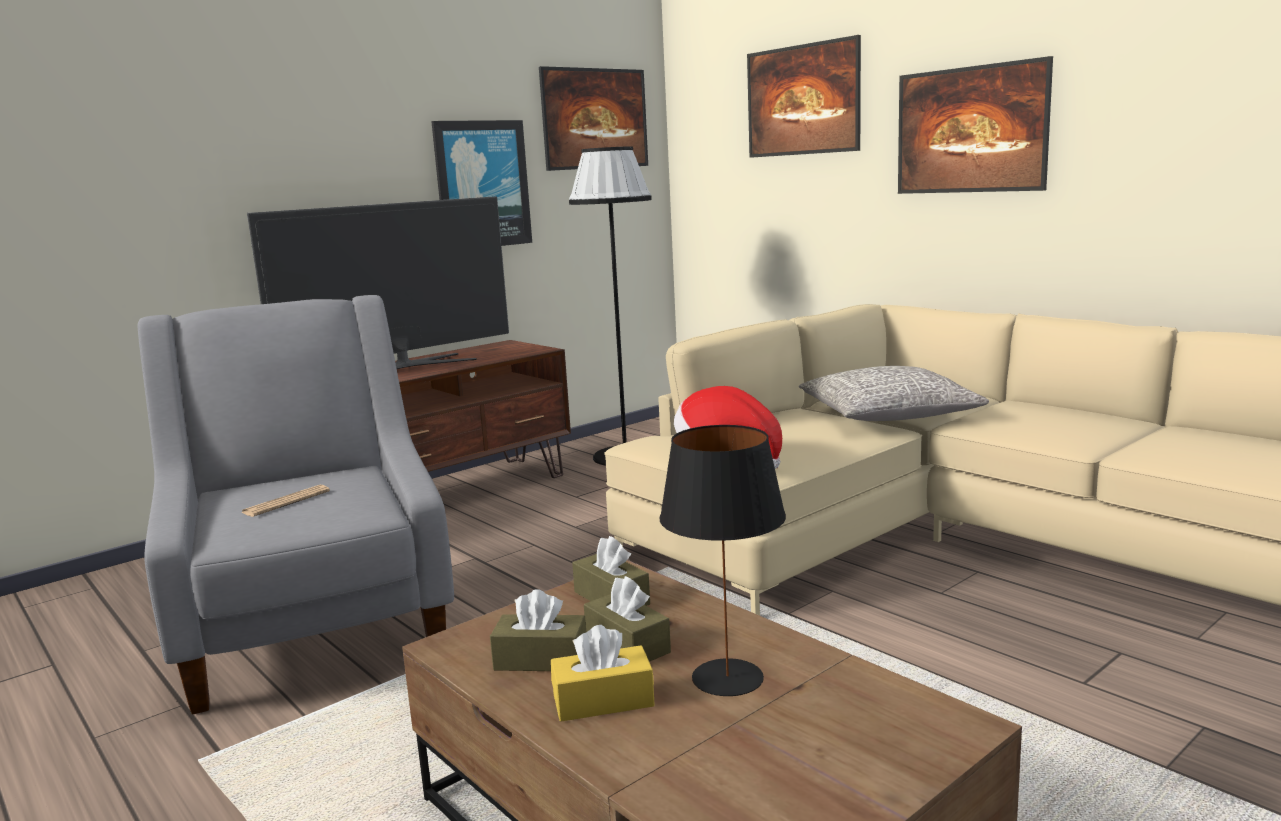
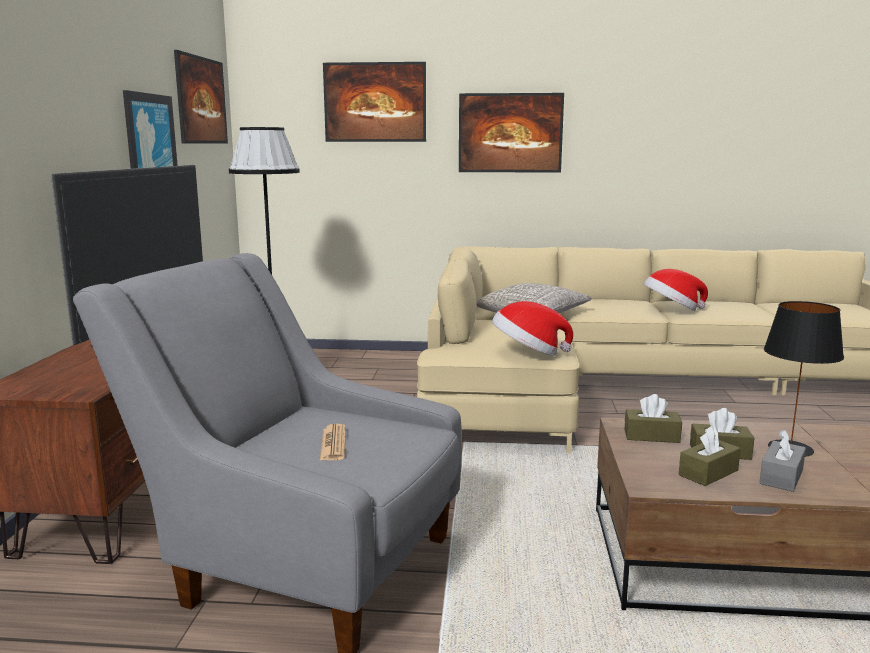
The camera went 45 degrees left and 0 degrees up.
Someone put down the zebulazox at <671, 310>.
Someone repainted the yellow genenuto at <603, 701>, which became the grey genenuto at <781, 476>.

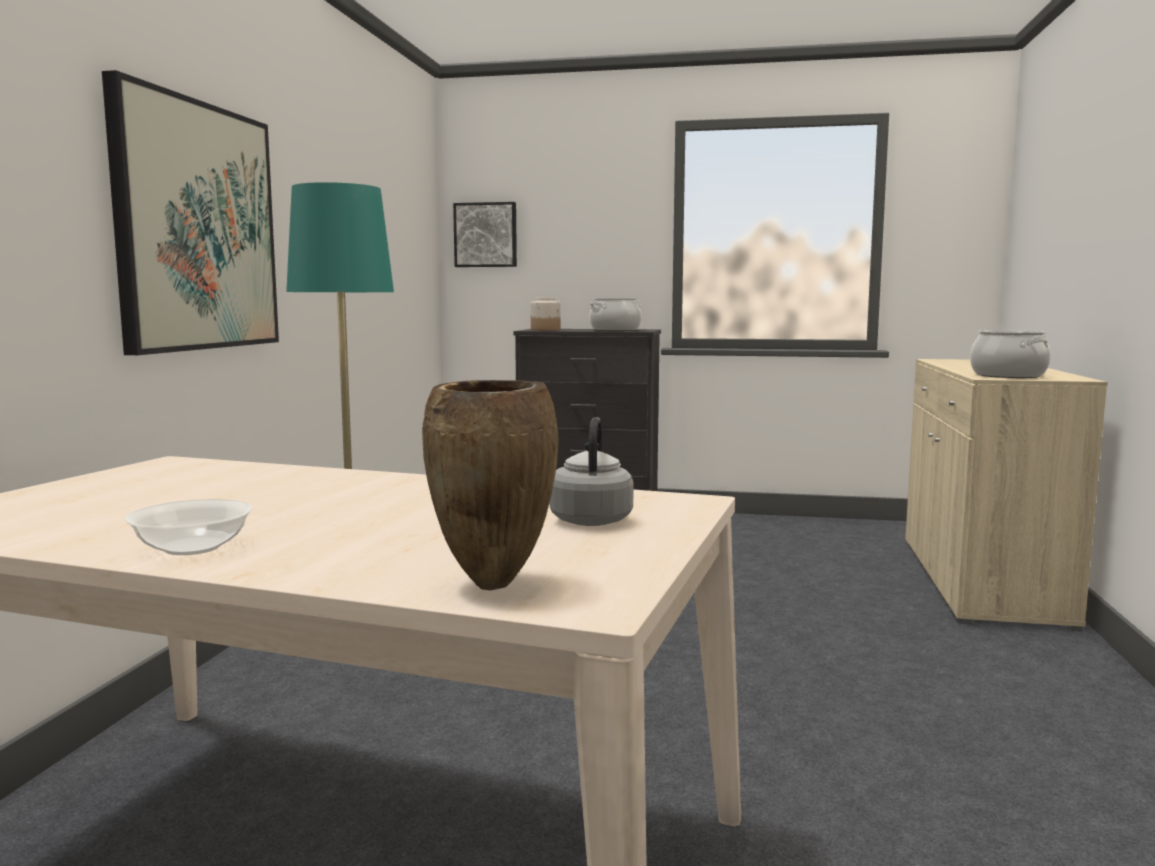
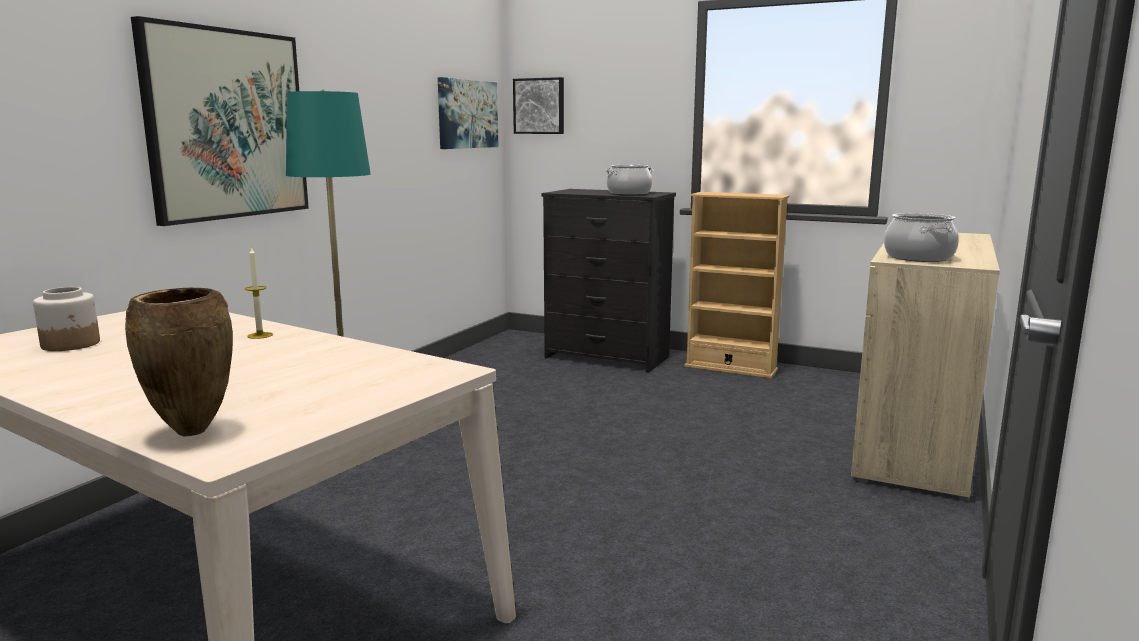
The camera went 15 degrees right and 5 degrees up.
Someone carried the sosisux from <546, 330> to <71, 344>.
Someone put down the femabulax at <260, 335>.
Someone put up the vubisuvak at <467, 114>.
Someone put down the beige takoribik at <730, 368>.
Someone took away the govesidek at <192, 548>.
Someone took away the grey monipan at <591, 519>.

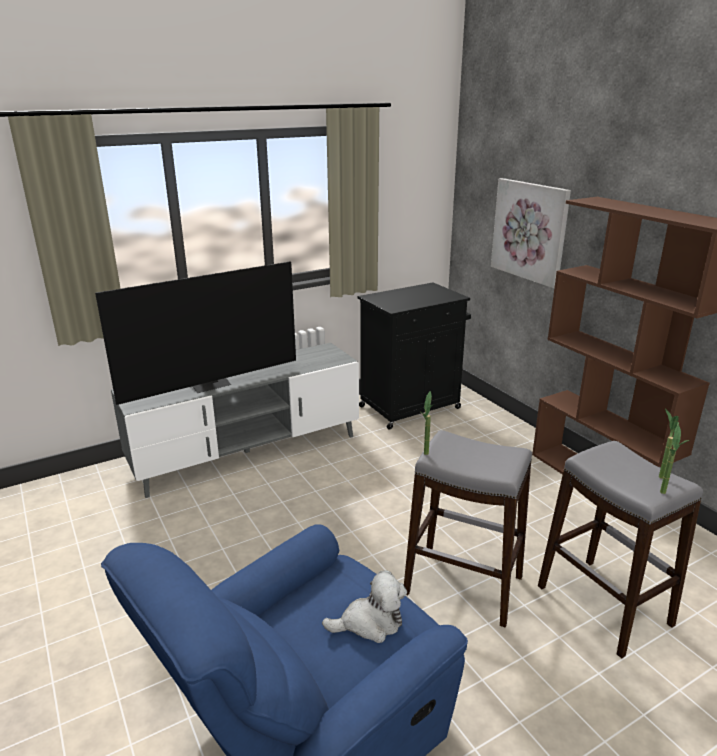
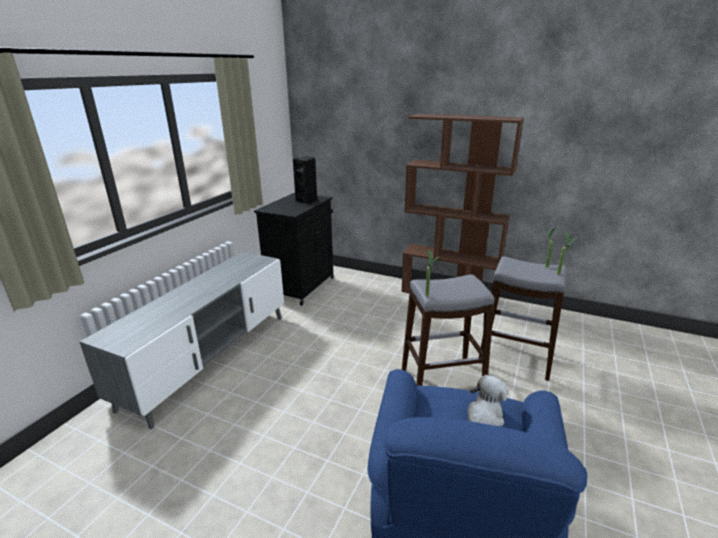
The camera went 35 degrees left and 0 degrees up.
Someone put down the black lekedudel at <307, 201>.
Someone took away the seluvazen at <210, 384>.
Someone took away the vubisuvak at <530, 231>.

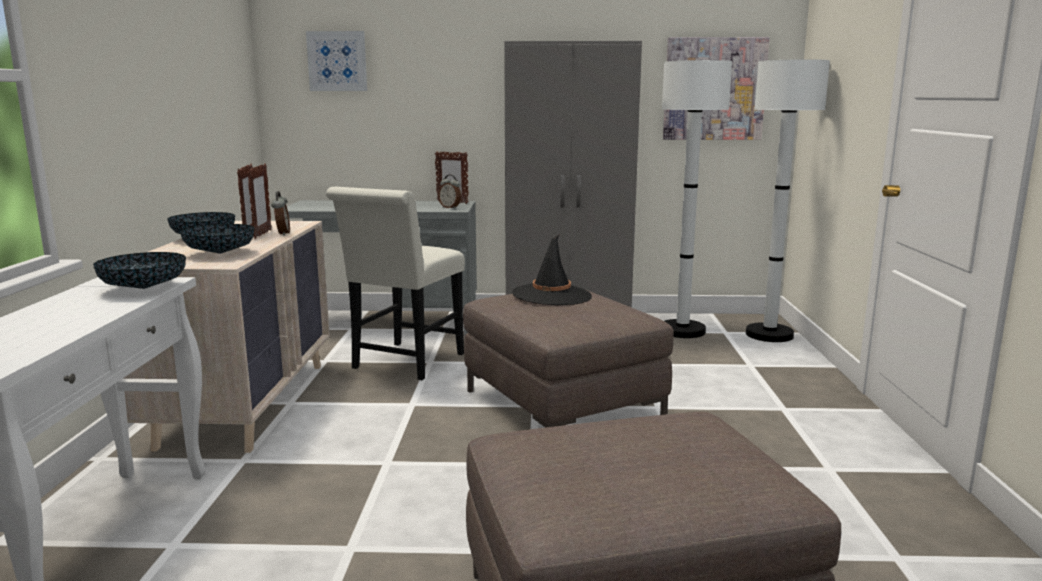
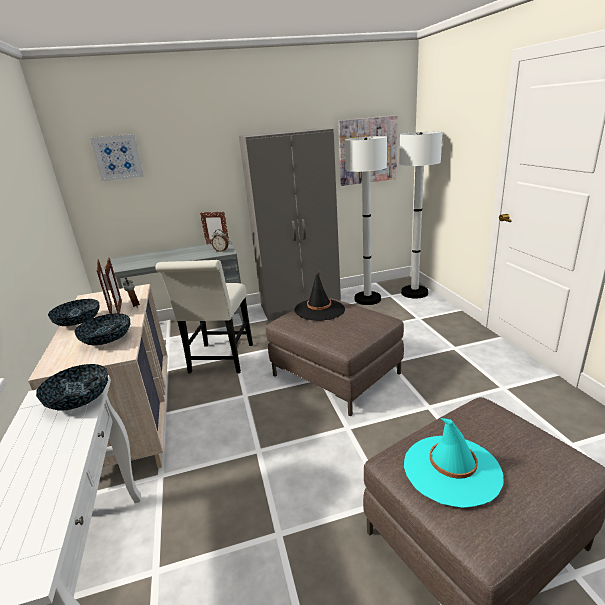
The camera went 15 degrees left and 10 degrees up.
Someone put down the turquoise zebulazox at <451, 469>.

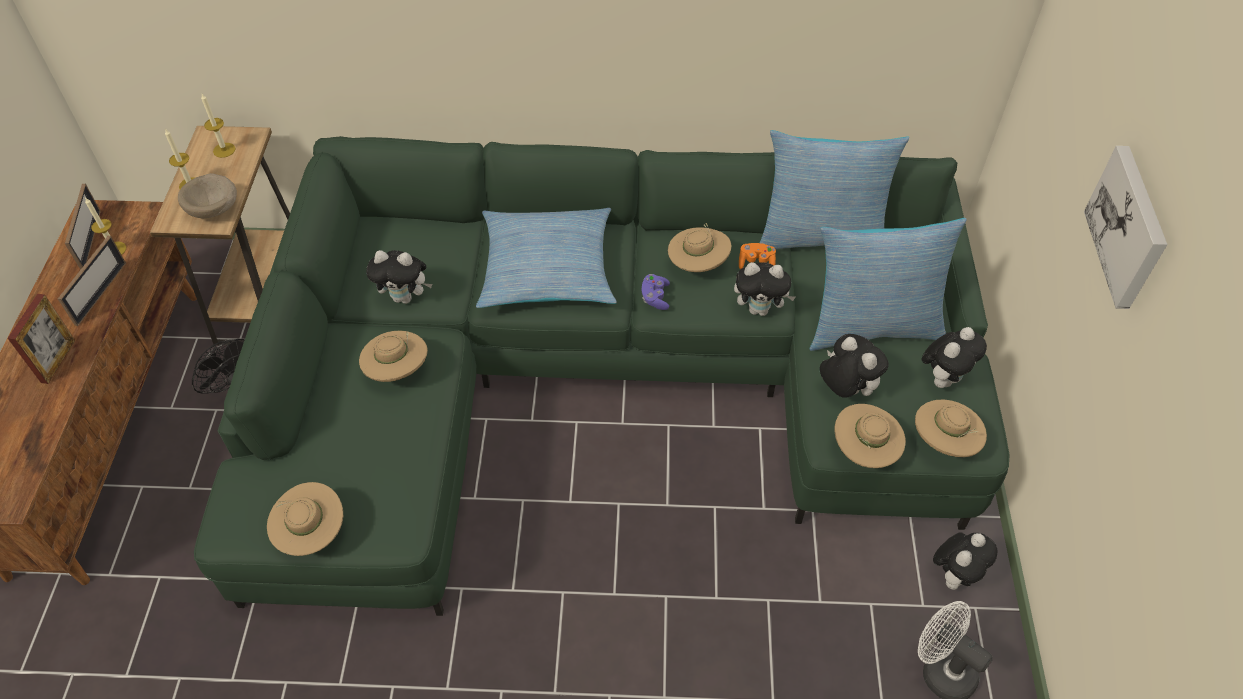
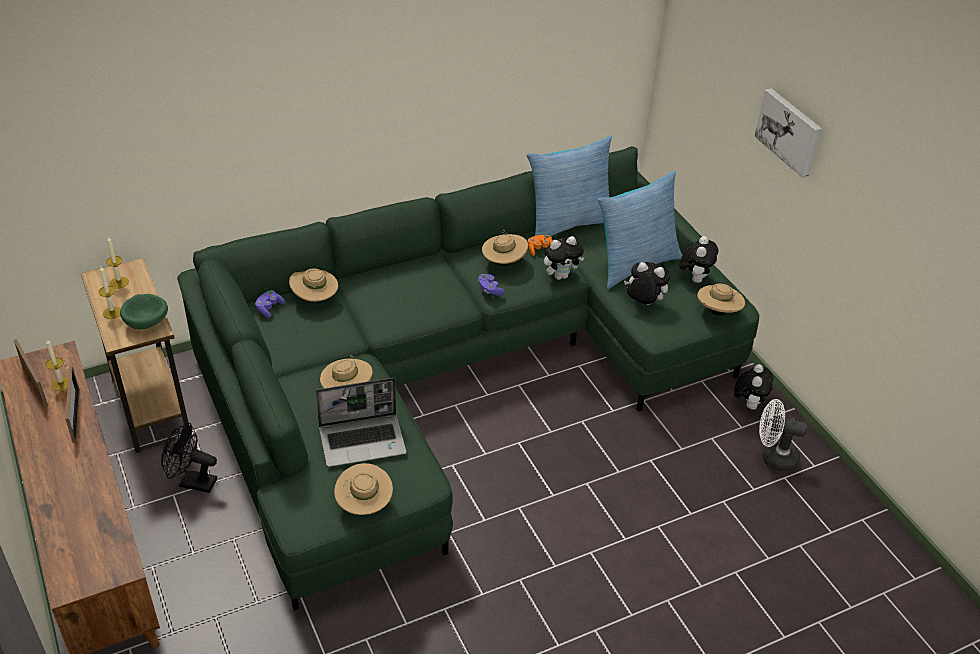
The camera went 30 degrees left and 10 degrees down.
Someone repainted the beige govesidek at <215, 210>, which became the green govesidek at <147, 322>.
Someone put down the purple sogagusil at <269, 308>.
Someone carried the beige zebulazox from <864, 450> to <315, 298>.
Someone put down the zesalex at <363, 440>.
Someone took away the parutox at <58, 361>.
Someone took away the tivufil at <405, 297>.
Someone took away the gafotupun at <547, 269>.

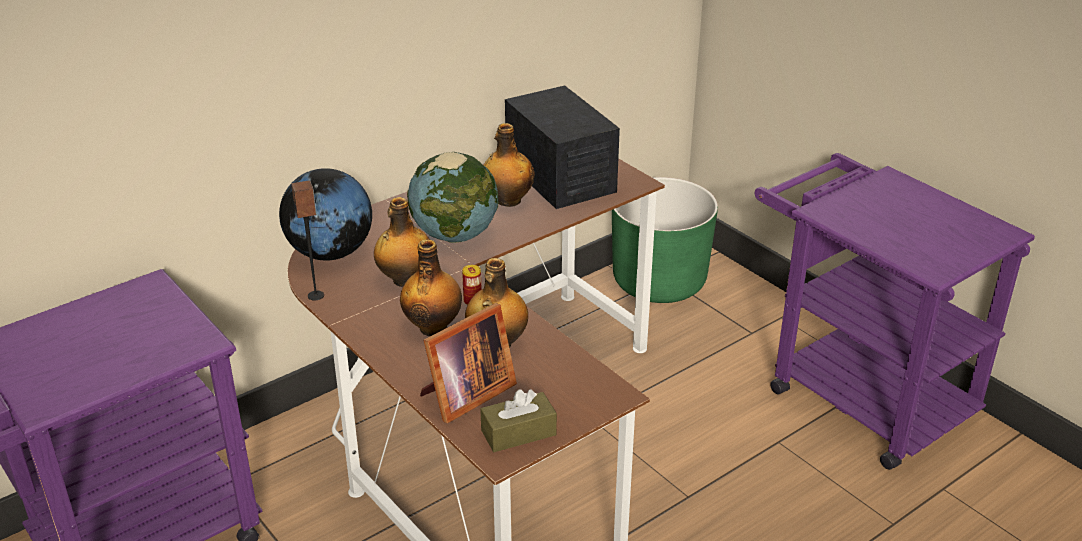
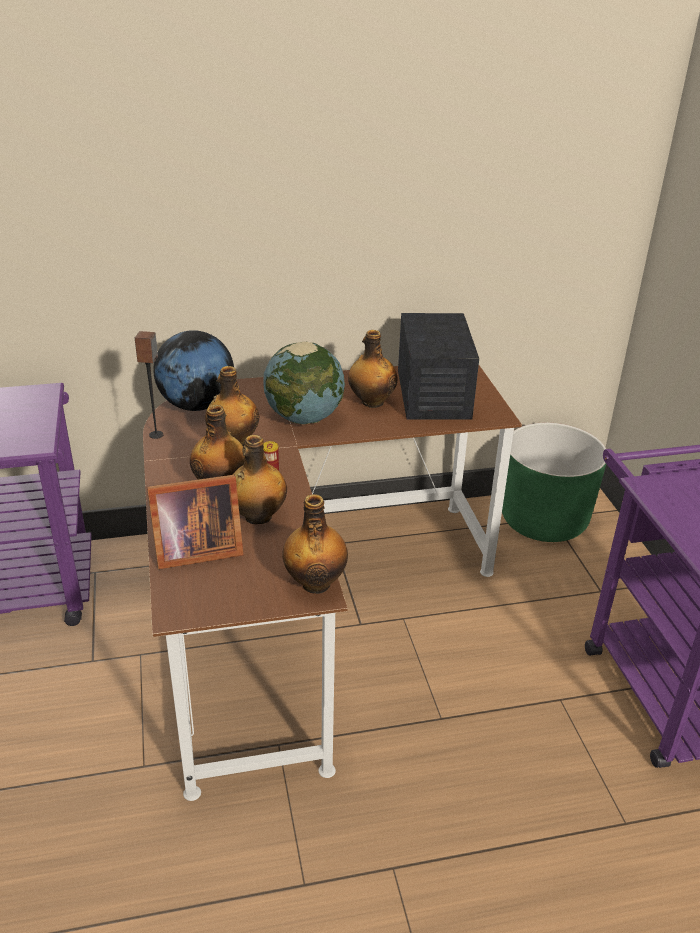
The camera went 25 degrees right and 0 degrees up.
Someone put down the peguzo at <315, 582>.
Someone took away the brown genenuto at <518, 433>.

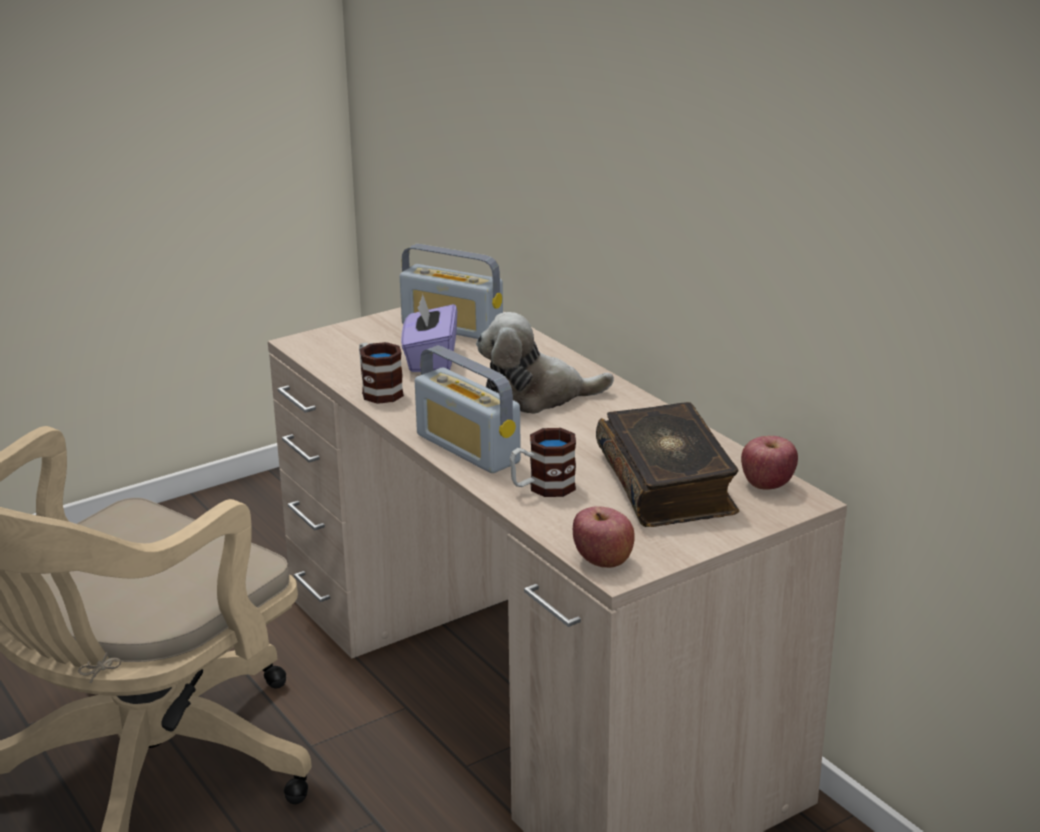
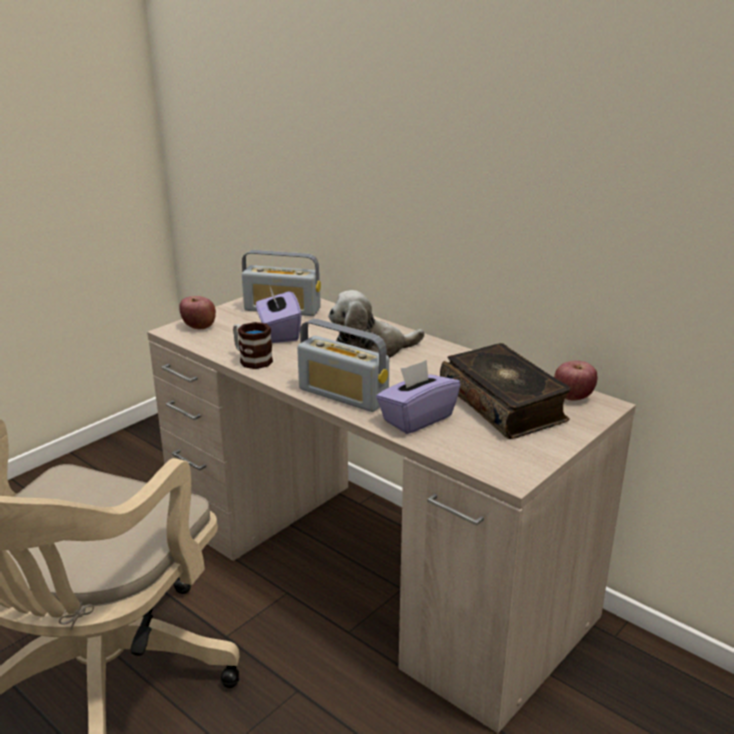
The camera went 15 degrees left and 0 degrees up.
Someone carried the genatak from <602, 560> to <199, 326>.
Someone swapped the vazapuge at <543, 488> for the purple genenuto at <416, 418>.

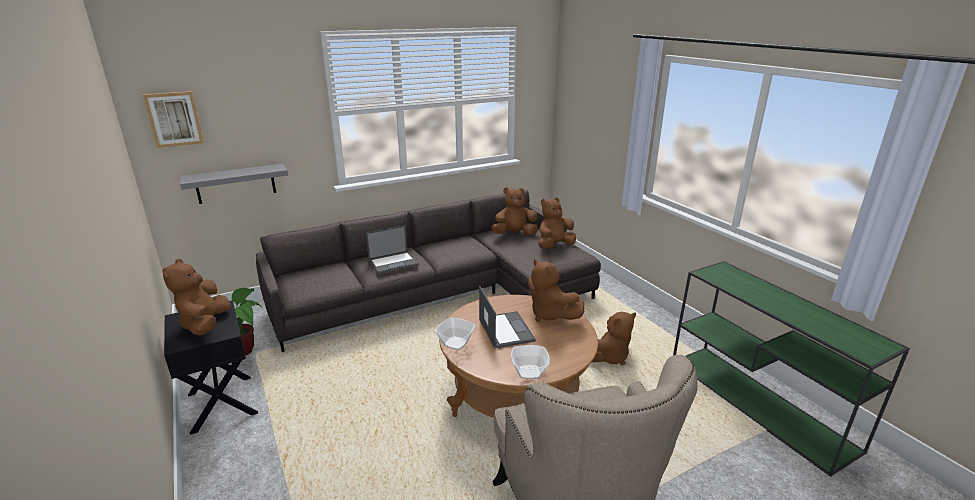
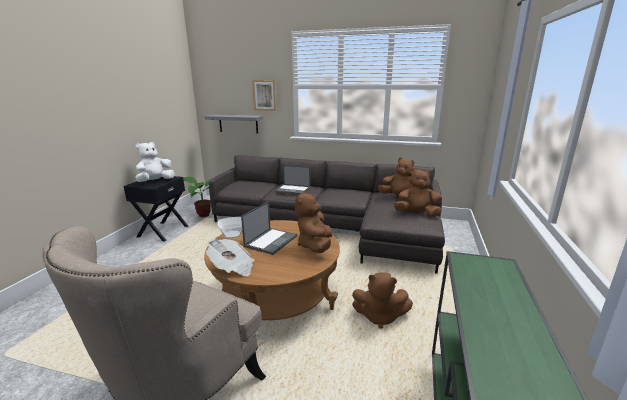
The camera went 45 degrees right and 5 degrees down.
Someone repainted the brown tivufil at <205, 324>, which became the white tivufil at <155, 181>.
Someone swapped the govesidek at <529, 372> for the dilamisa at <232, 268>.
Someone carried the vubisuvak from <174, 119> to <265, 95>.

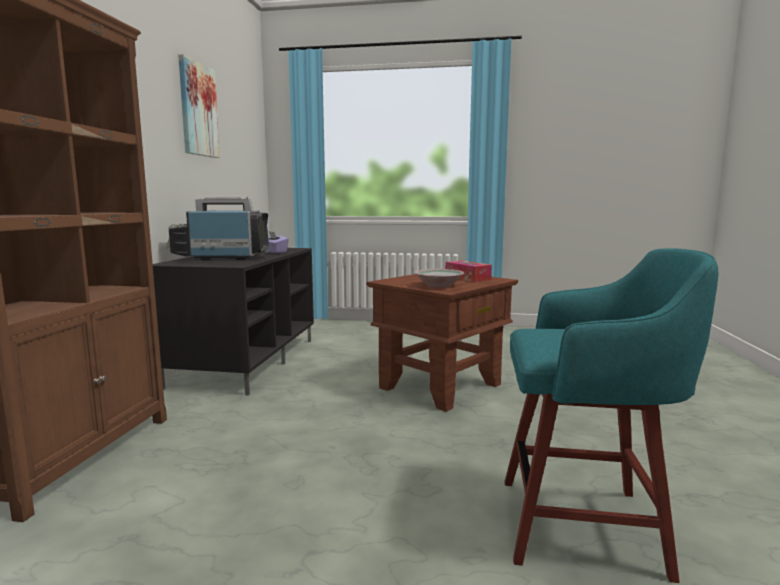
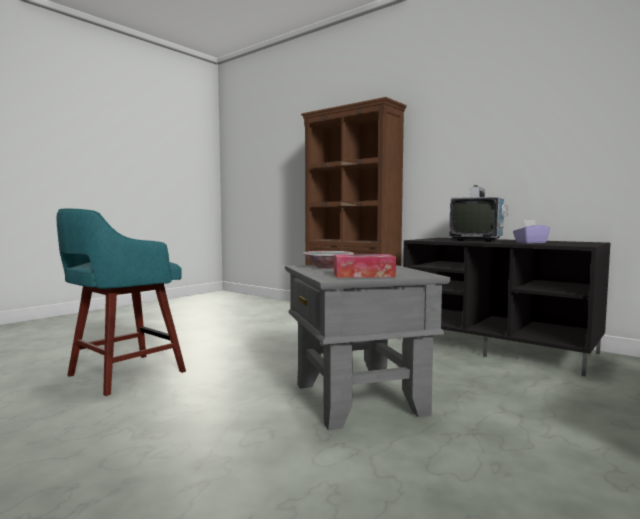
The camera went 120 degrees right and 5 degrees down.
Someone repainted the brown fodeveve at <441, 386>, which became the grey fodeveve at <358, 399>.
Someone took away the vubisuvak at <198, 109>.

